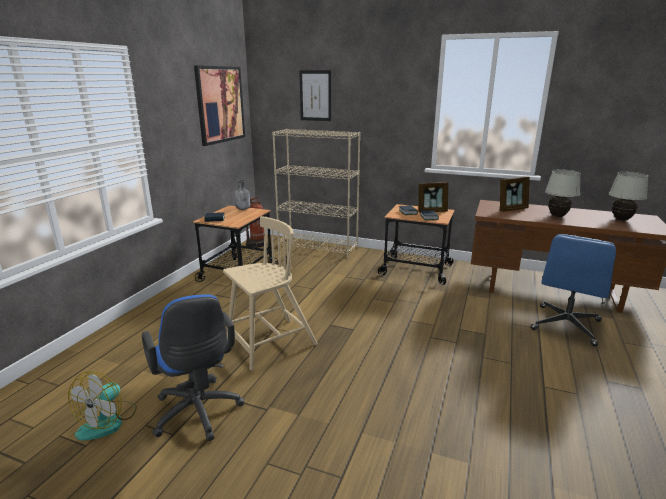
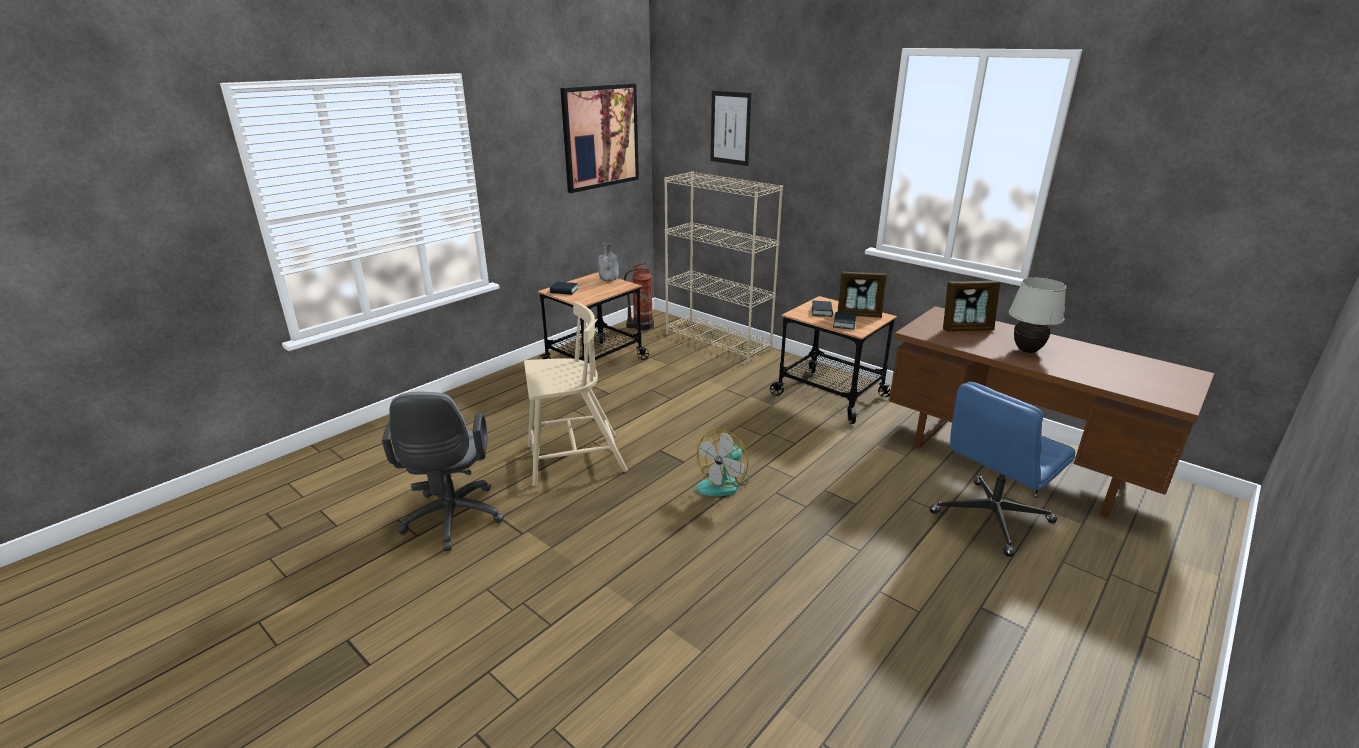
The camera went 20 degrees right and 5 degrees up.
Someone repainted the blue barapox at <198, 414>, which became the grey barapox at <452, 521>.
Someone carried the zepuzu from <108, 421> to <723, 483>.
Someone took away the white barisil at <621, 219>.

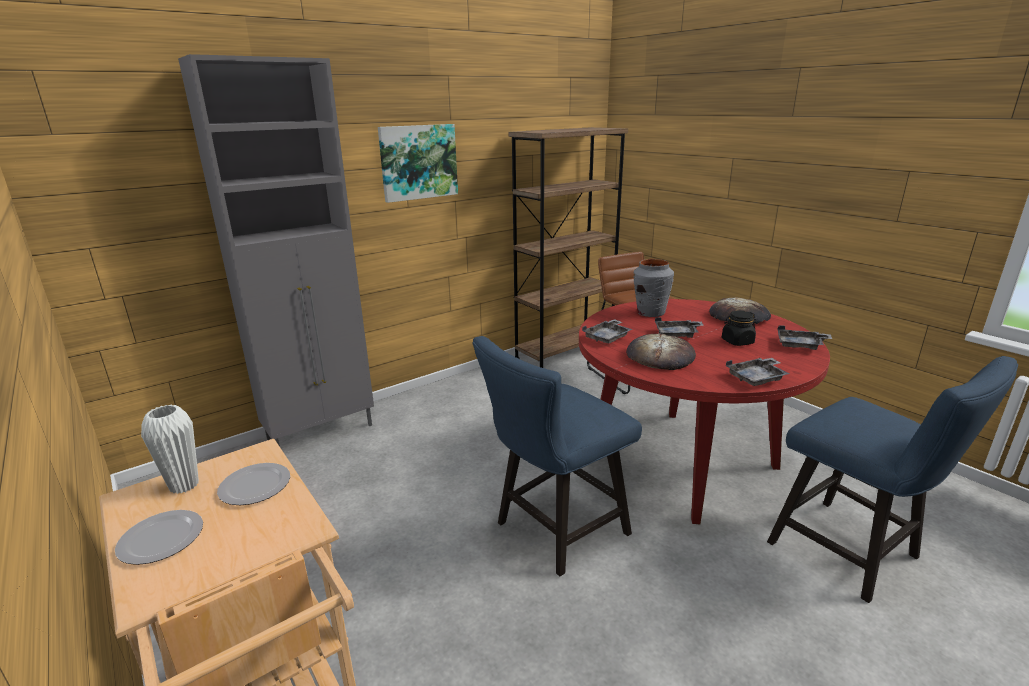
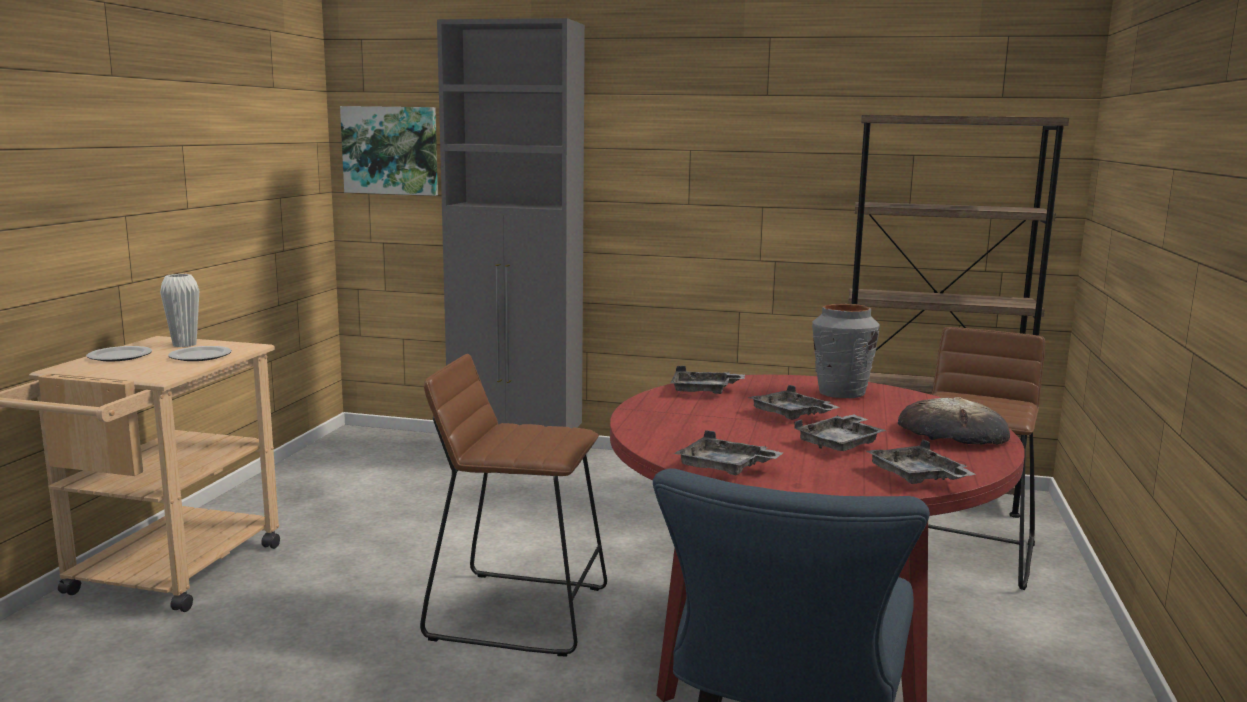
The camera went 50 degrees right and 10 degrees down.
Someone carried the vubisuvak from <418, 162> to <391, 150>.
Someone swapped the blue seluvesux at <554, 531> for the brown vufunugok at <518, 611>.
Someone swapped the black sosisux at <737, 341> for the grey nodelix at <841, 444>.
Someone took away the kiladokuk at <660, 356>.

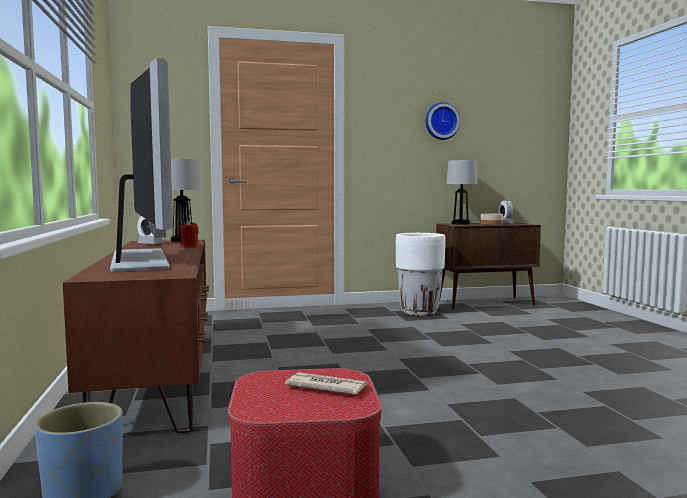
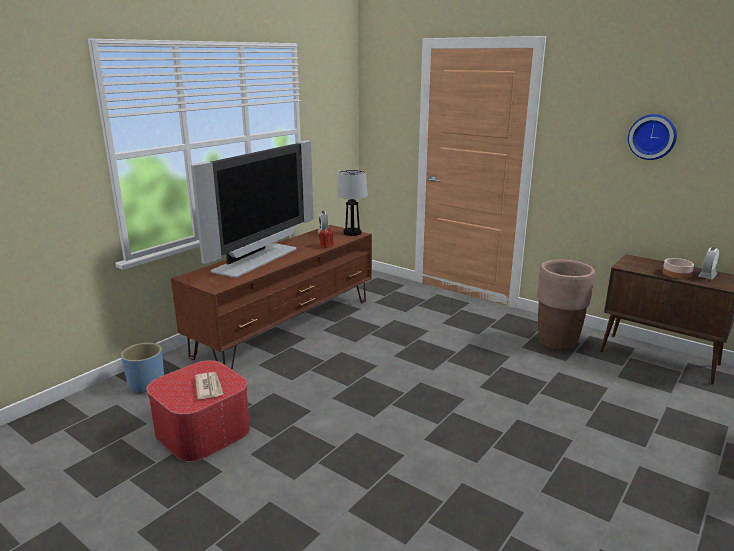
The camera went 50 degrees right and 15 degrees up.
Someone repainted the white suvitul at <419, 312>, which became the brown suvitul at <557, 343>.
Someone took away the barisil at <461, 223>.

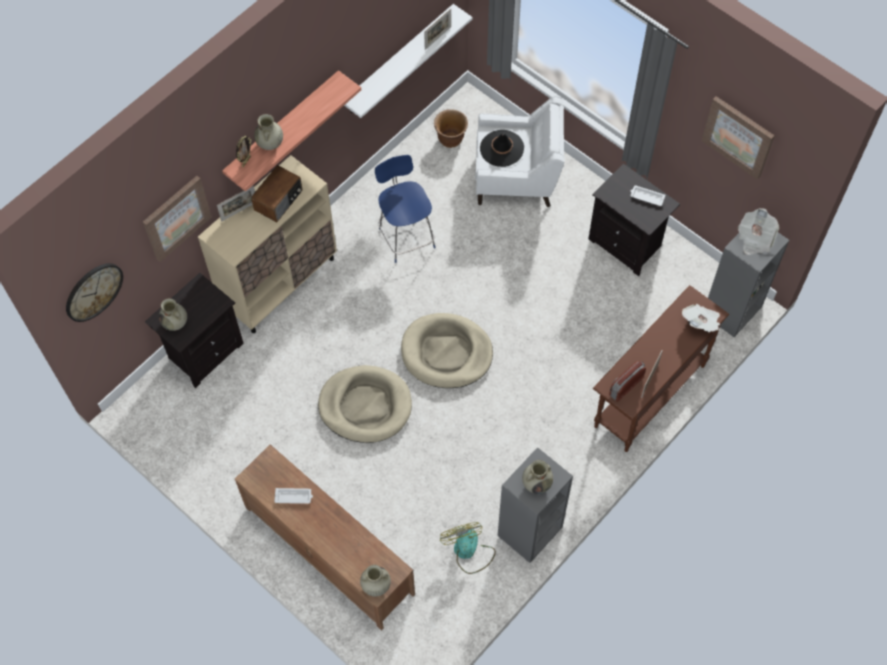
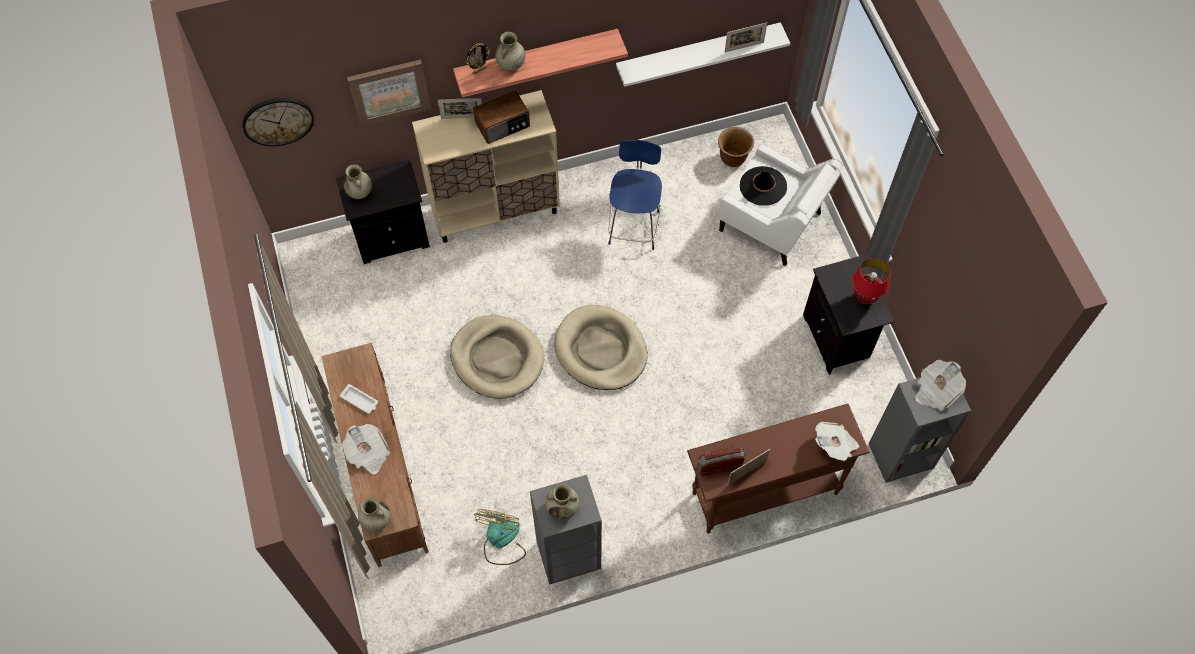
The camera went 30 degrees right and 0 degrees up.
Someone put down the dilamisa at <368, 453>.
Someone swapped the white nodelix at <646, 197> for the red barisil at <864, 298>.
Someone took away the vubisuvak at <738, 136>.

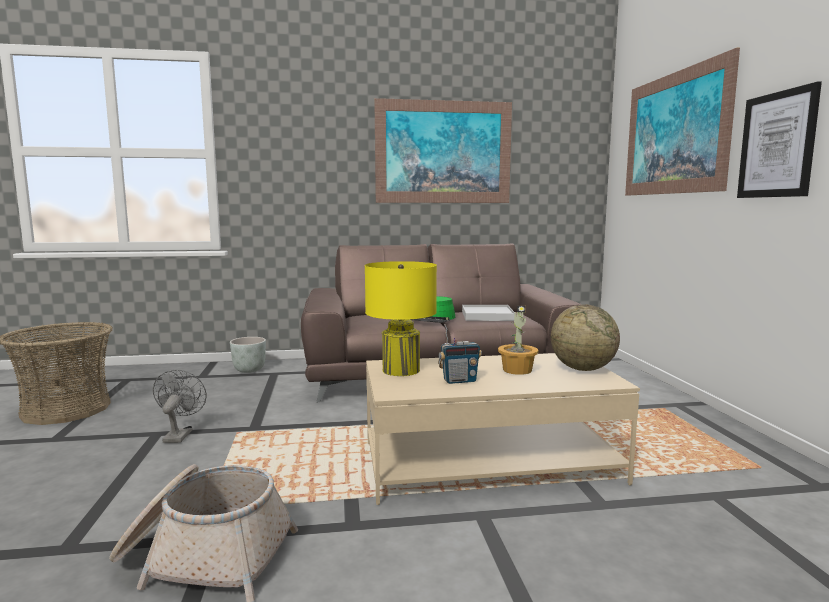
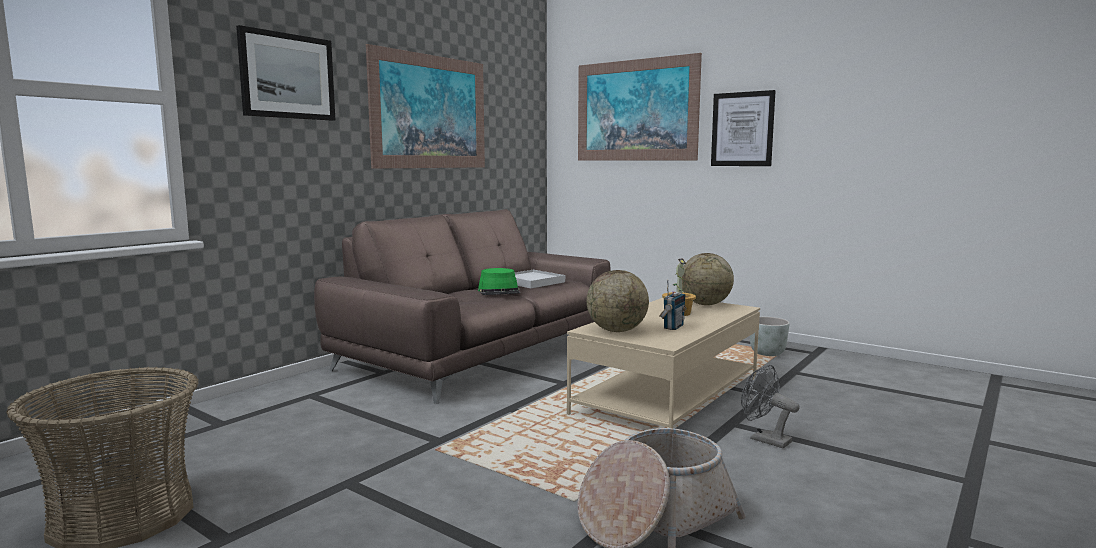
The camera went 45 degrees left and 0 degrees up.
Someone put up the vubisuvak at <287, 76>.
Someone swapped the yellow barisil at <401, 370> for the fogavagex at <617, 331>.
Someone carried the grey zepuzu from <179, 434> to <764, 439>.
Someone carried the grey suvitul from <249, 370> to <767, 353>.

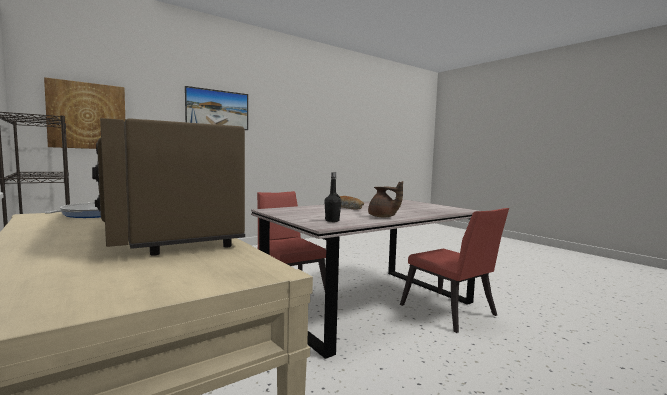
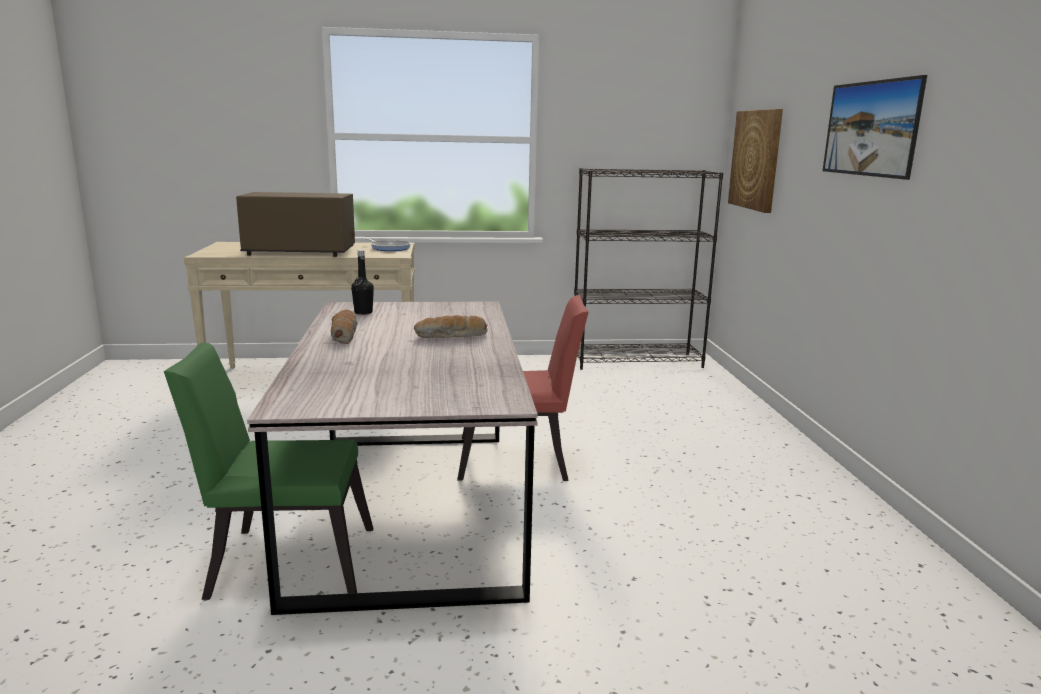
The camera went 120 degrees right and 10 degrees up.
Someone repainted the red seluvesux at <451, 313>, which became the green seluvesux at <283, 561>.
Someone swapped the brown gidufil at <383, 217> for the kiladokuk at <344, 334>.

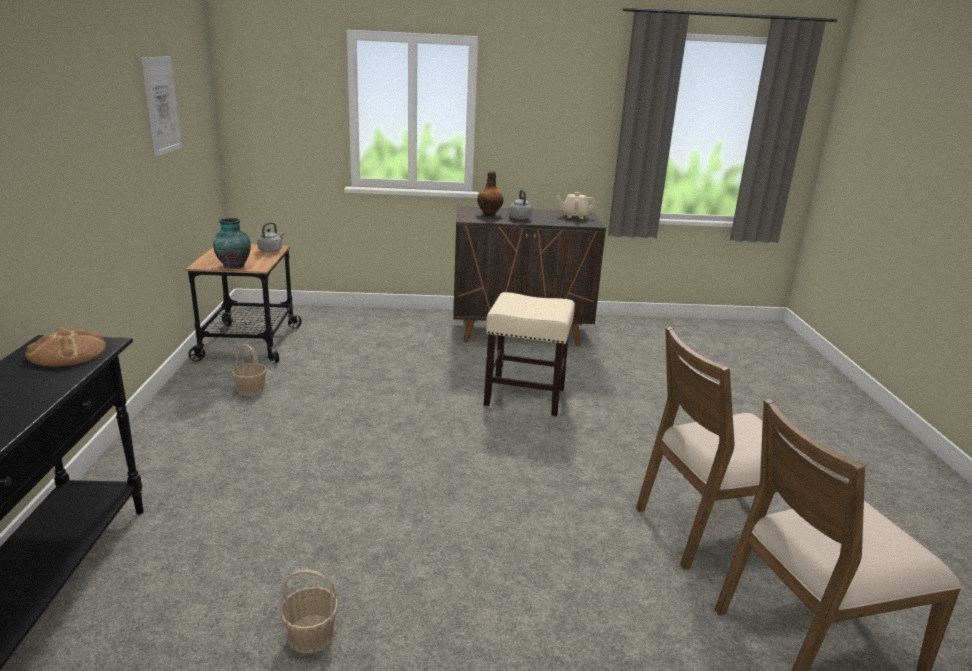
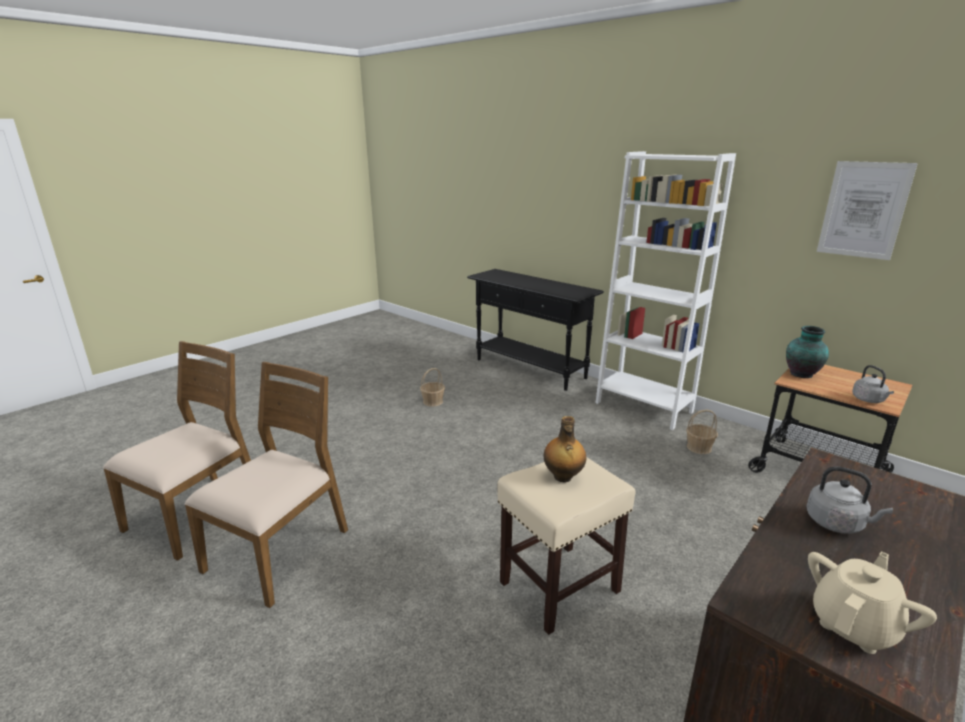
The camera went 135 degrees right and 0 degrees up.
Someone carried the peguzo from <489, 214> to <563, 477>.
Someone put down the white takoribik at <643, 407>.
Someone took away the kiladokuk at <67, 353>.

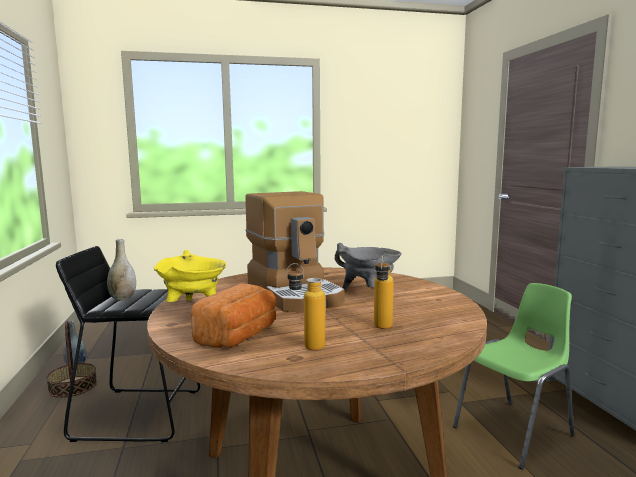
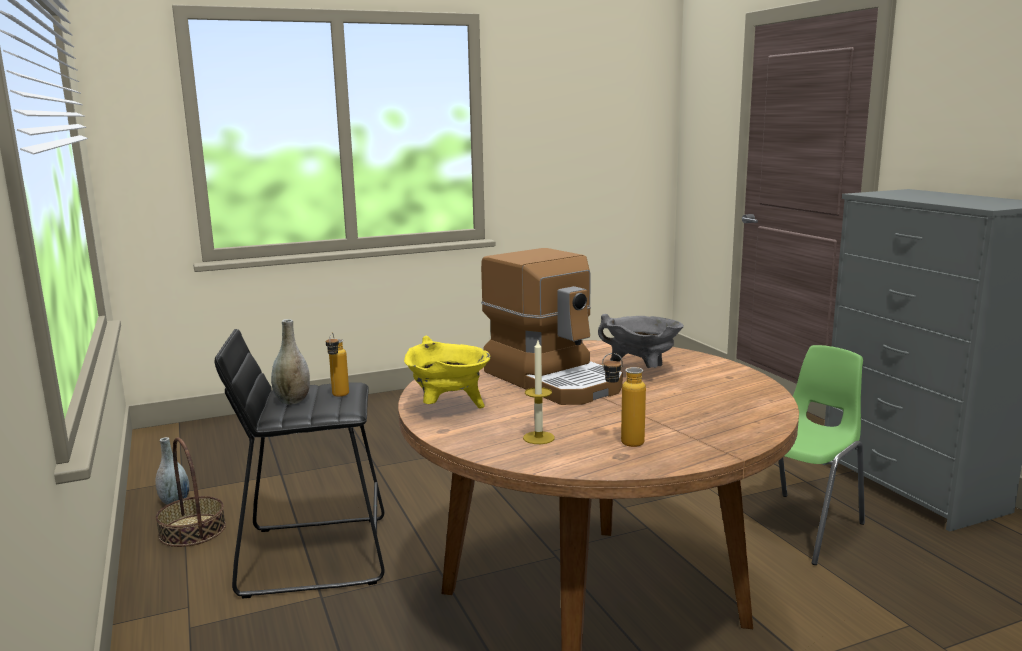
The camera went 10 degrees left and 5 degrees up.
Someone carried the peguzo from <382, 329> to <338, 396>.
Someone swapped the kiladokuk at <239, 336> for the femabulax at <538, 438>.

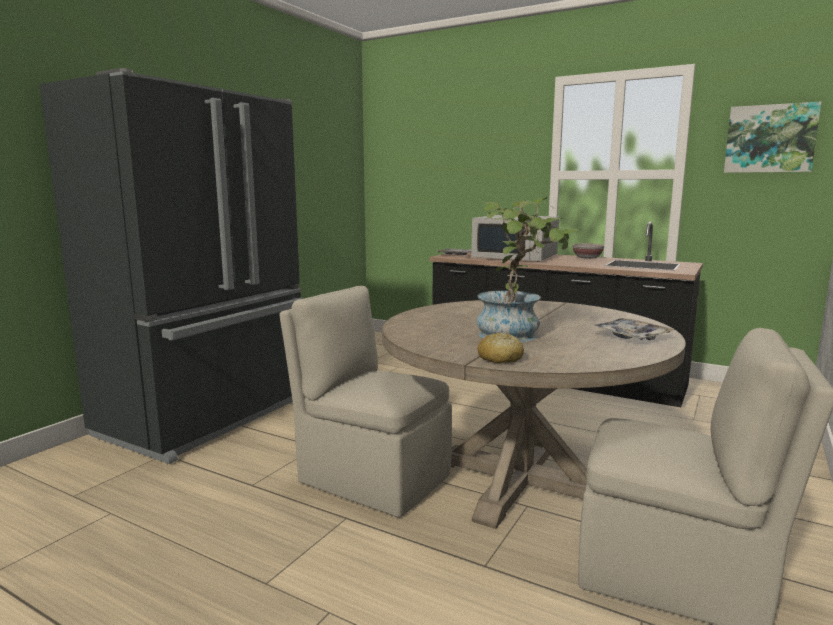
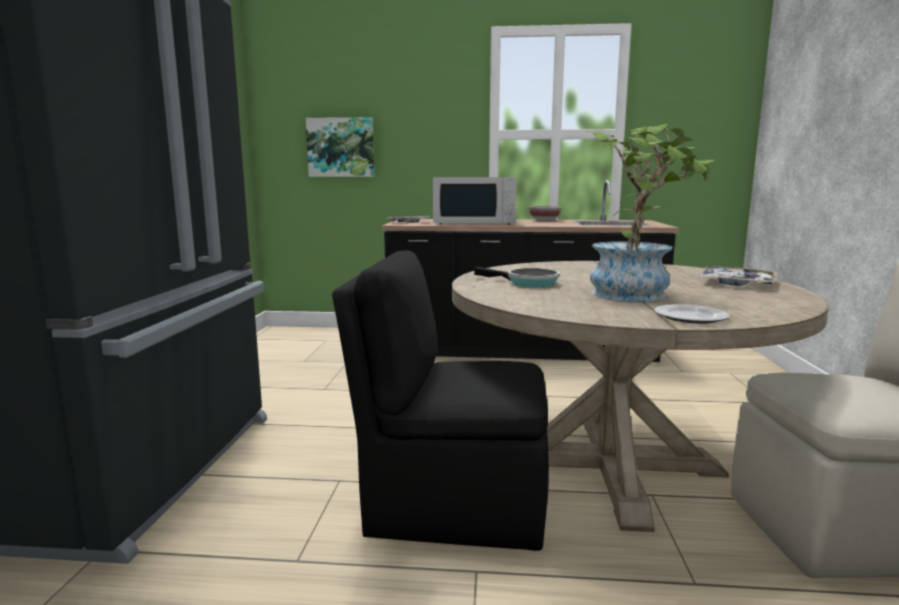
The camera went 25 degrees left and 0 degrees up.
Someone carried the vubisuvak from <770, 139> to <341, 147>.
Someone repainted the beige seluvesux at <371, 477>, which became the black seluvesux at <452, 505>.
Someone put down the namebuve at <528, 283>.
Someone swapped the kiladokuk at <500, 358> for the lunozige at <691, 317>.

